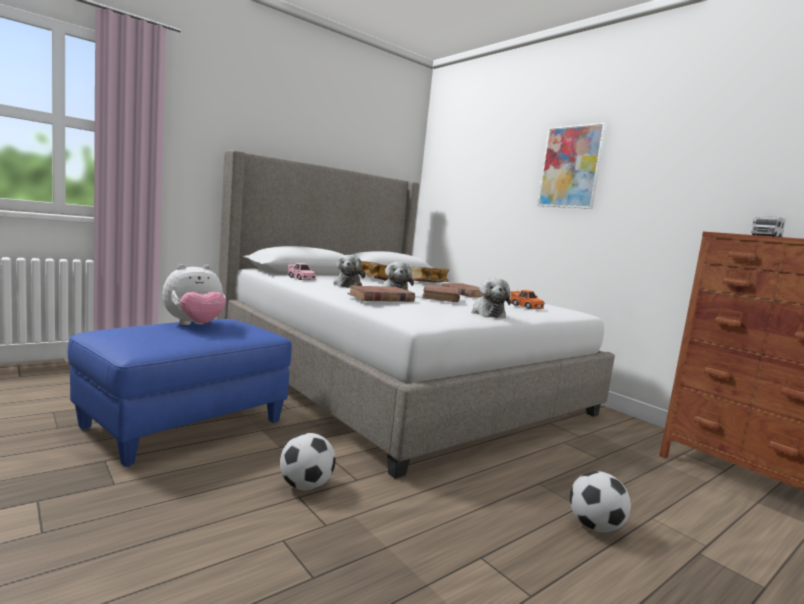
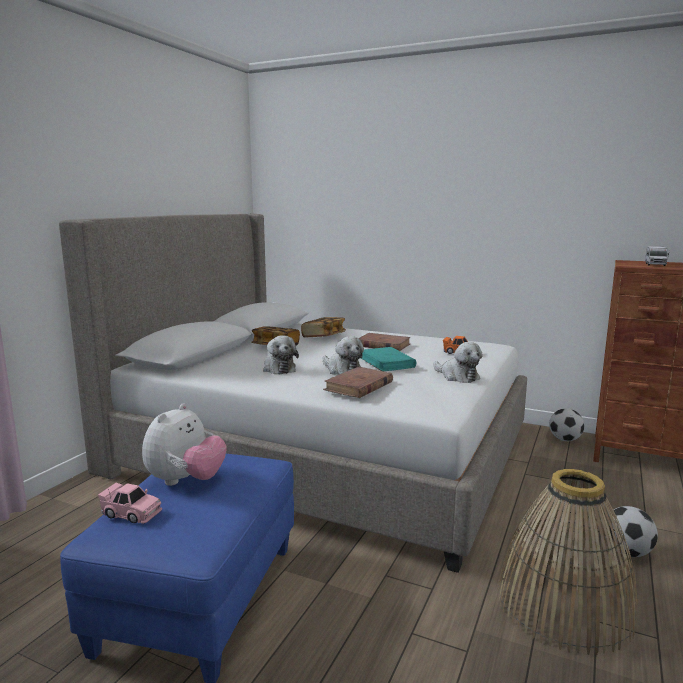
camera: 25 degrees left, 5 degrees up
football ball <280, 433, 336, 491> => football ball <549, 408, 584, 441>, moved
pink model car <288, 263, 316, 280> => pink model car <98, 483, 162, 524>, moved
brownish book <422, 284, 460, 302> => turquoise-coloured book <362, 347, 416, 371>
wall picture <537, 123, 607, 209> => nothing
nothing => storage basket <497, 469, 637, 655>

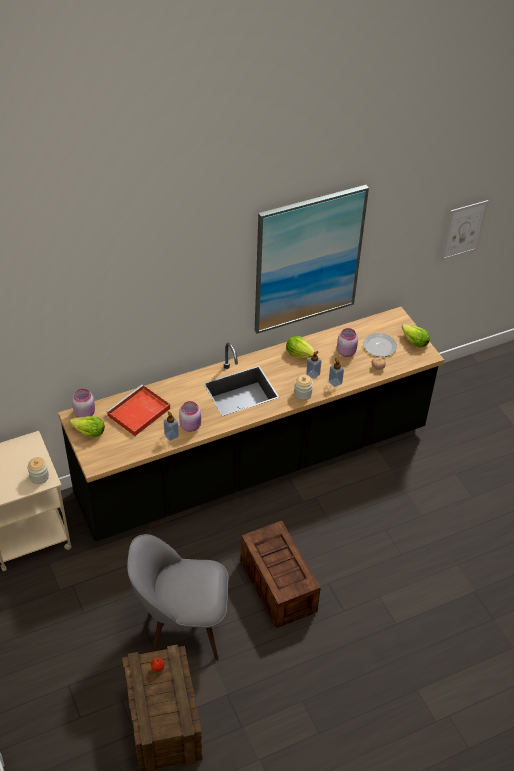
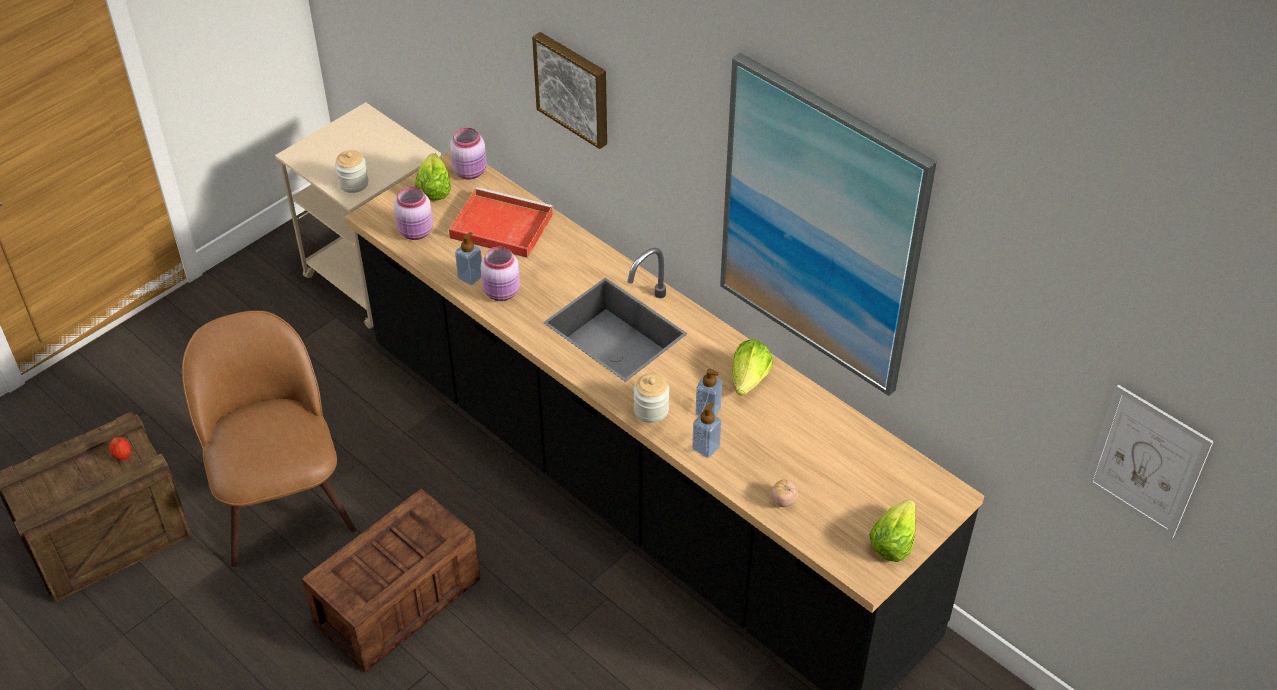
camera: 70 degrees right, 0 degrees up
gray chair <127, 534, 228, 661> => brownish chair <182, 311, 356, 567>
pink jar <337, 328, 358, 357> => pink jar <394, 187, 433, 240>, moved
plate <363, 333, 397, 357> => nothing
nothing => wall picture <532, 32, 607, 149>

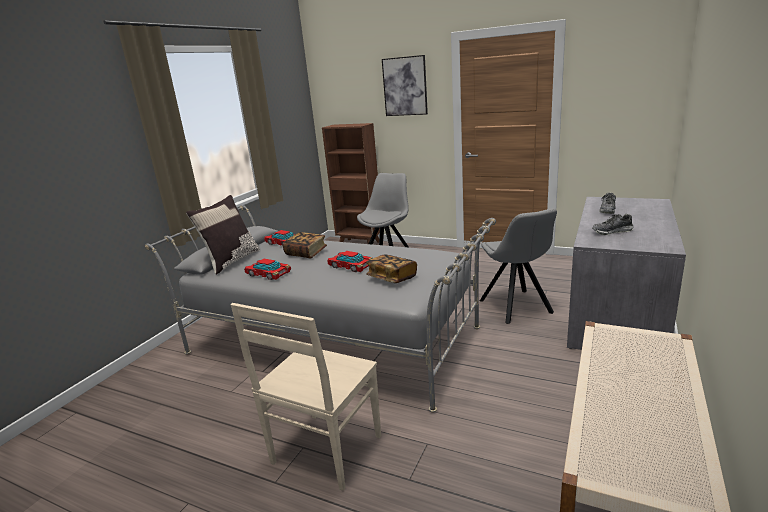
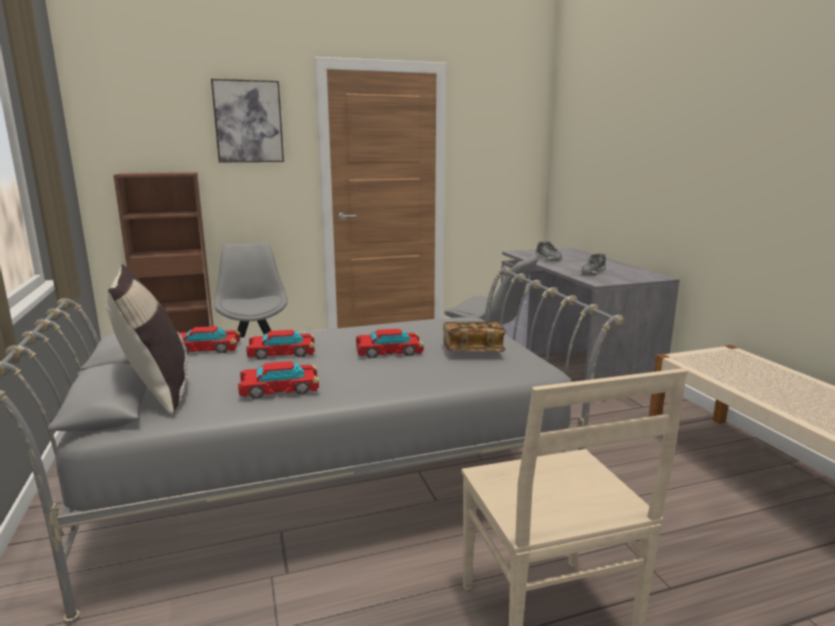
camera: 45 degrees left, 5 degrees down
book <283, 232, 327, 258> => model car <246, 330, 315, 360>

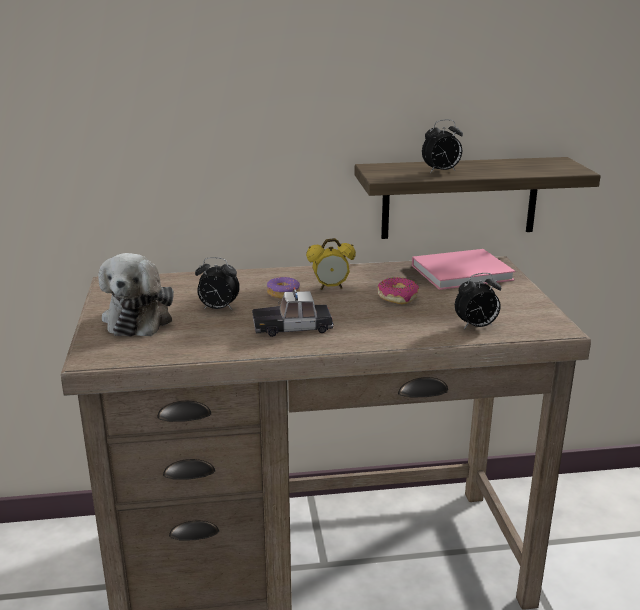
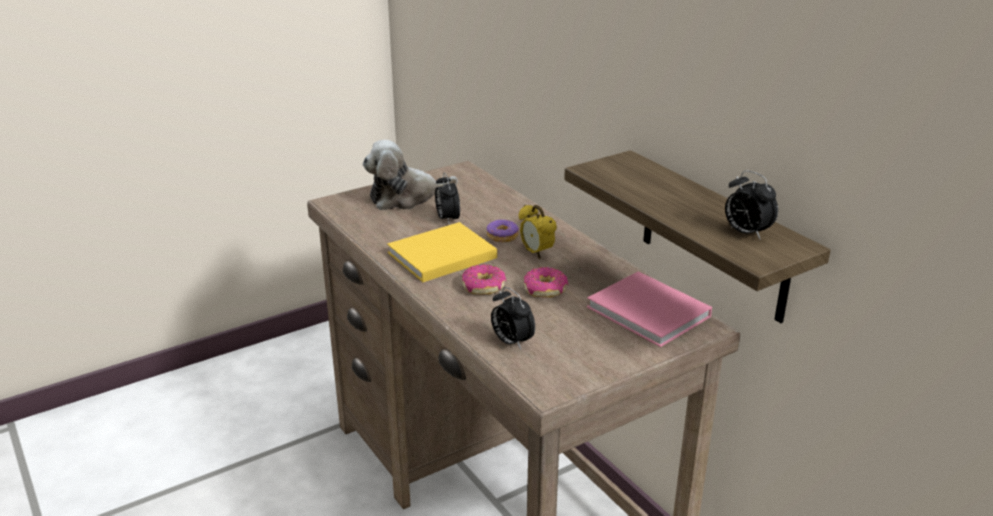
camera: 65 degrees right, 5 degrees up
model car <252, 287, 333, 337> => yellow book <387, 222, 497, 282>
table clock <422, 119, 463, 173> => table clock <725, 170, 778, 239>, moved
nothing => doughnut <462, 264, 506, 295>

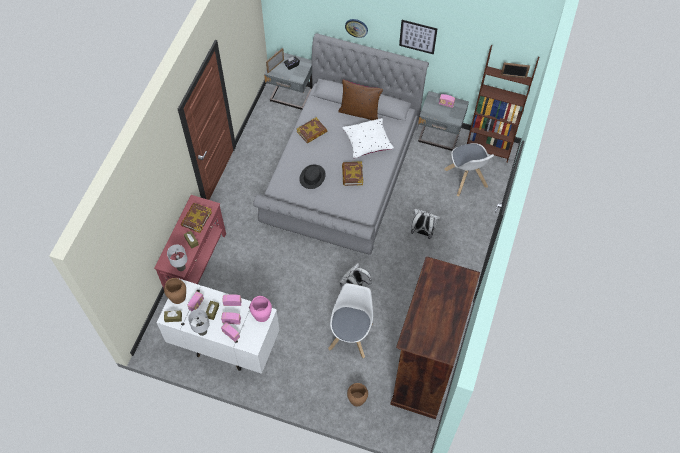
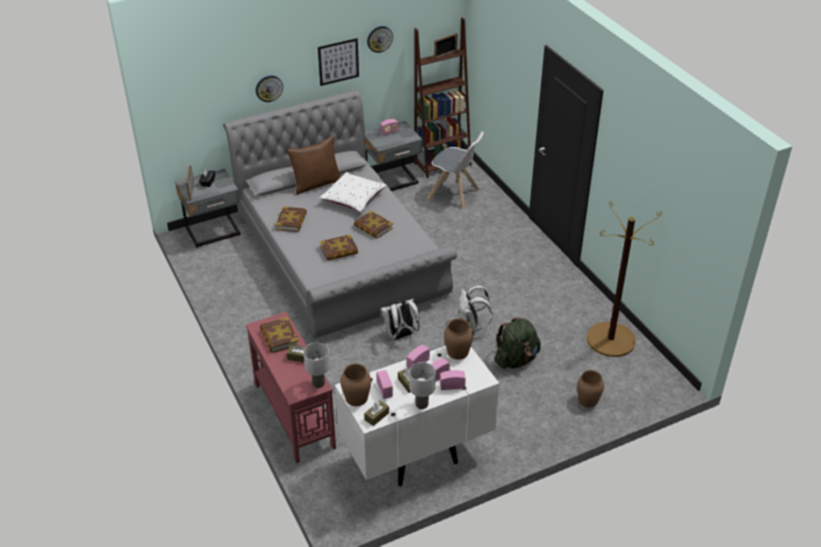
camera: 45 degrees left, 20 degrees down
pink decorative vase <250, 296, 272, 322> => brownish decorative vase <444, 318, 473, 360>
black-coloured hat <299, 164, 326, 189> => book <320, 234, 358, 260>
chair <328, 283, 373, 358> => greenish backpack <495, 317, 541, 369>
brownish clothes cupboard <390, 256, 480, 419> => brownish garment stand <587, 201, 662, 357>
whitish backpack <411, 209, 441, 239> => whitish backpack <380, 299, 420, 340>, moved
nothing => wall clock <367, 26, 393, 53>

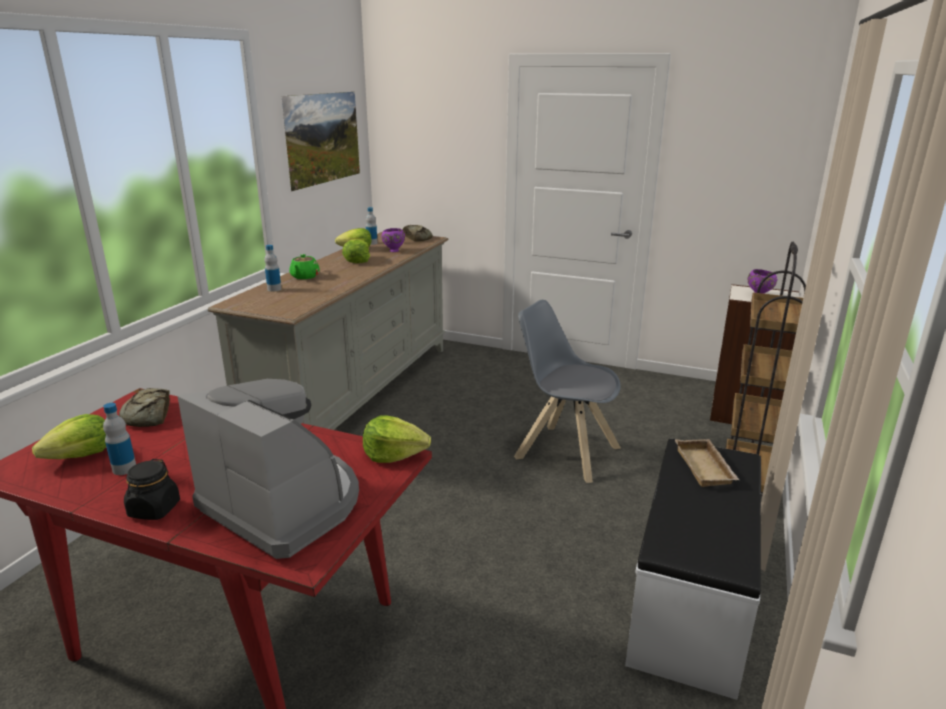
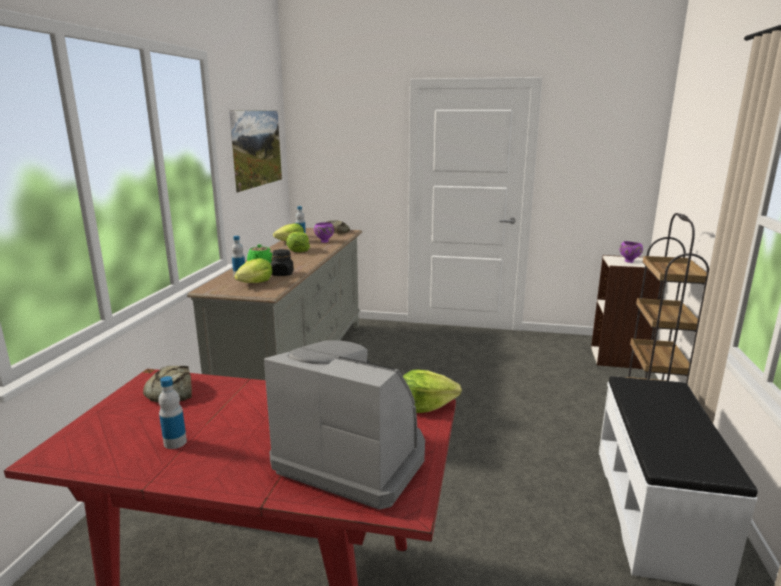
camera: 10 degrees left, 5 degrees down
head of lettuce <32, 414, 106, 459> => head of lettuce <234, 258, 272, 283>, moved
black-coloured jar <124, 459, 180, 520> => black-coloured jar <271, 249, 294, 276>, moved
gray chair <514, 300, 621, 483> => nothing
beige-coloured carrying tray <675, 439, 739, 487> => nothing

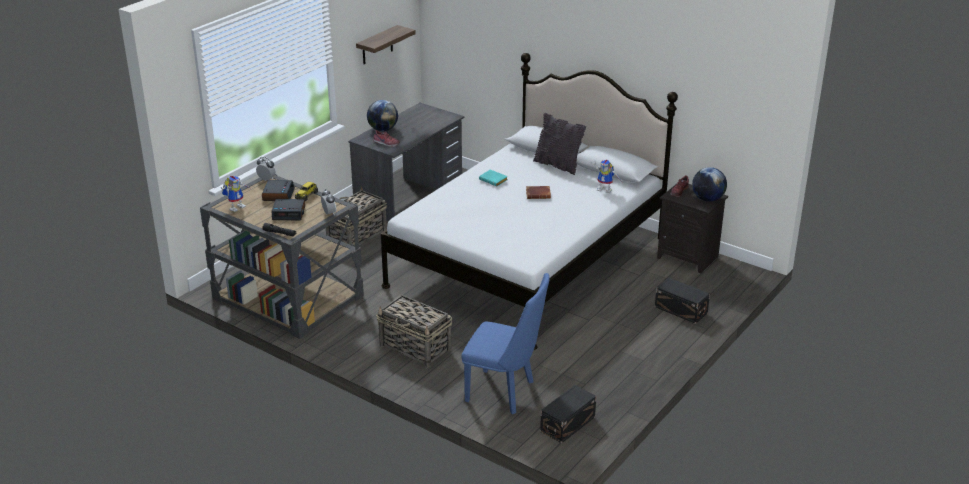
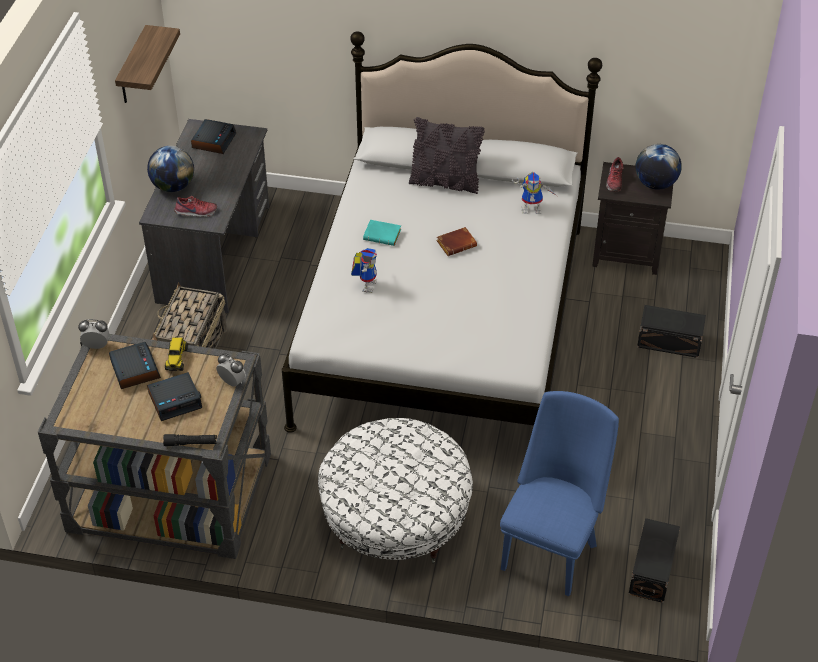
camera: 25 degrees left, 15 degrees up
model robot <221, 176, 250, 212> => model robot <351, 248, 377, 293>, moved
storage basket <376, 295, 452, 367> => whitish ottoman <318, 418, 473, 564>
blue chair <462, 273, 550, 414> => blue chair <500, 391, 619, 596>, 60 degrees counterclockwise
nothing => table clock <191, 119, 236, 154>

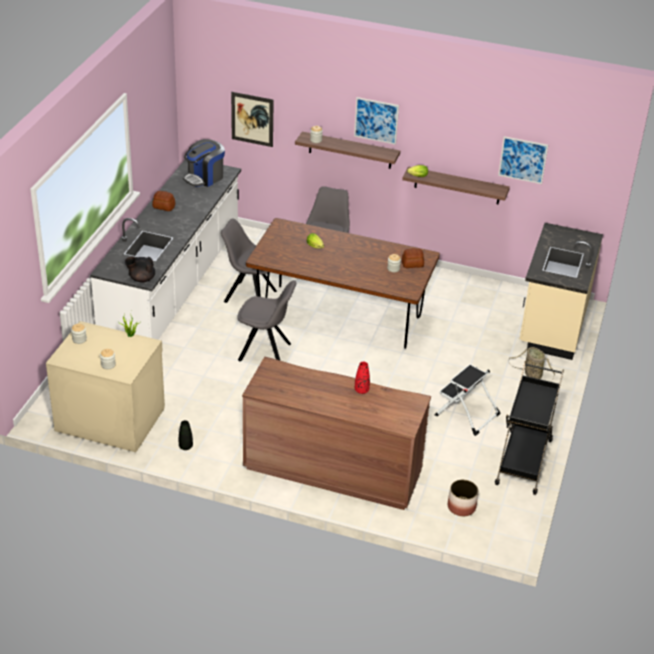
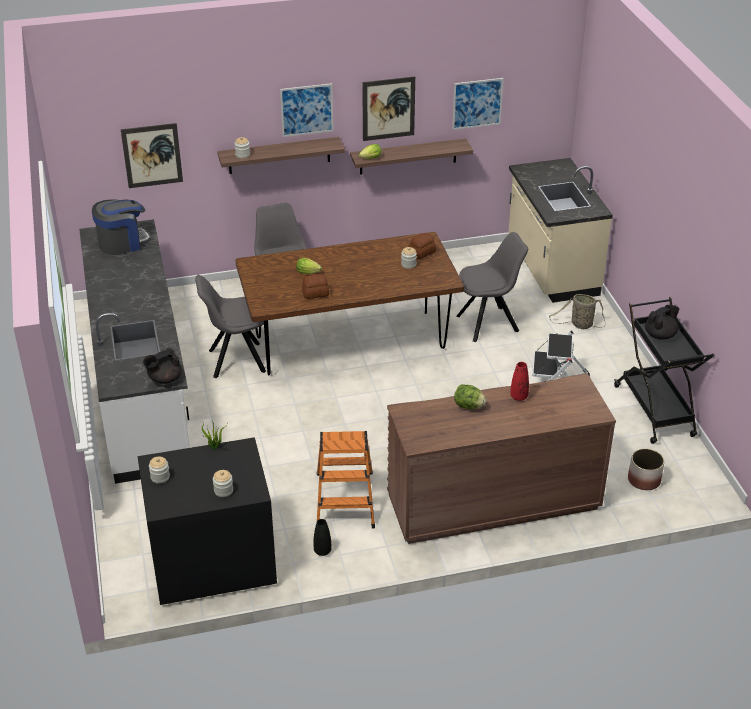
camera: 30 degrees left, 0 degrees up
beige-coloured laundry machine <46, 321, 165, 452> => black-coloured laundry machine <138, 438, 277, 605>
baked bread <152, 191, 175, 211> => baked bread <302, 274, 329, 299>, moved
coffee brewer <183, 139, 225, 187> => coffee brewer <92, 199, 151, 255>, 135 degrees counterclockwise
gray chair <237, 280, 296, 361> => gray chair <456, 232, 528, 342>, moved
nothing => orange step ladder <317, 431, 375, 529>
nothing => wall picture <362, 76, 415, 141>
nothing => head of lettuce <454, 384, 487, 409>
nothing => black-coloured tea pot <645, 305, 680, 340>

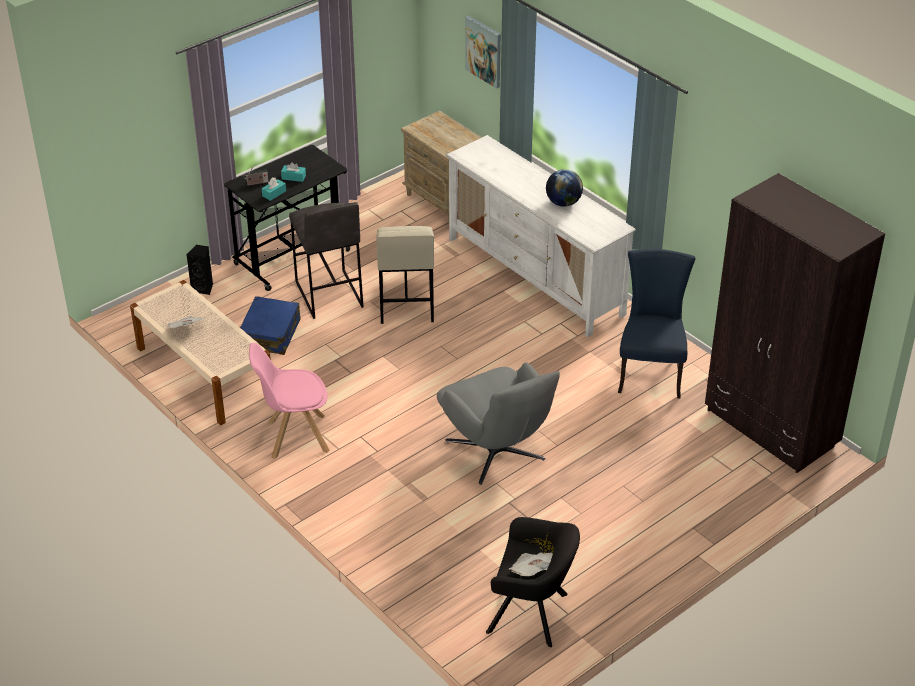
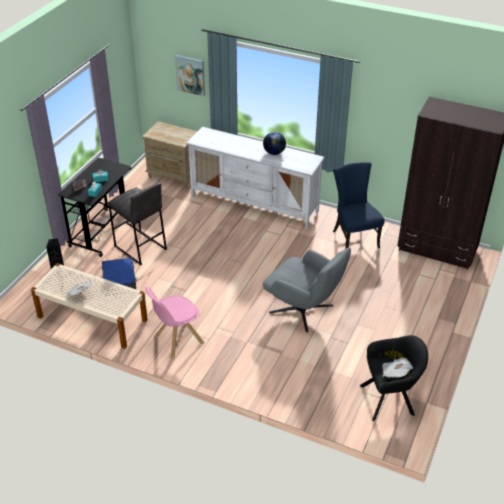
camera: 25 degrees left, 0 degrees up
beige-coloured chair <376, 226, 434, 324> => nothing

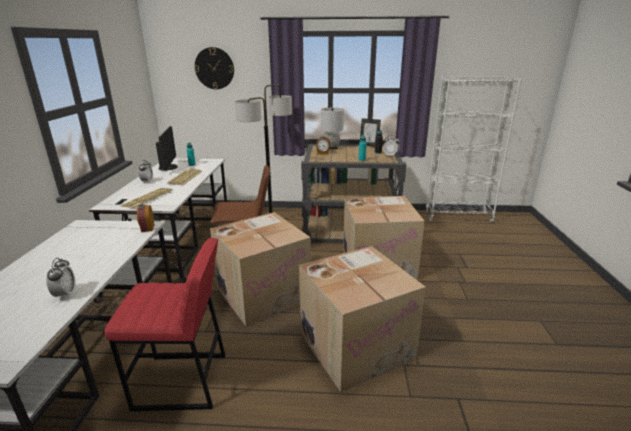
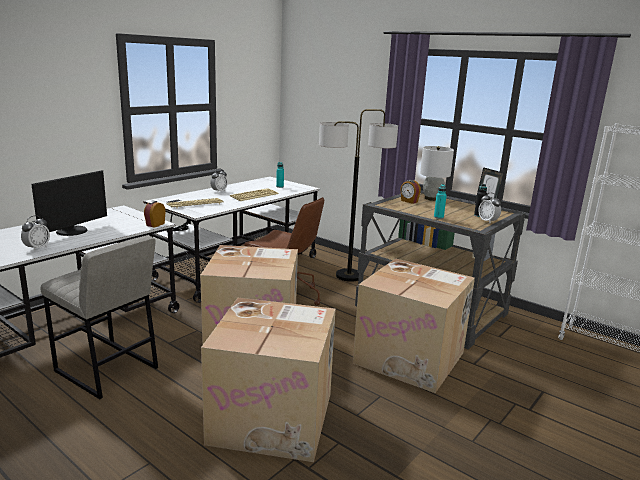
camera: 35 degrees right, 5 degrees down
red chair <105, 238, 225, 411> => gray chair <41, 235, 158, 399>
computer display <156, 126, 178, 171> => computer display <31, 170, 107, 236>, moved
wall clock <194, 47, 234, 89> => nothing

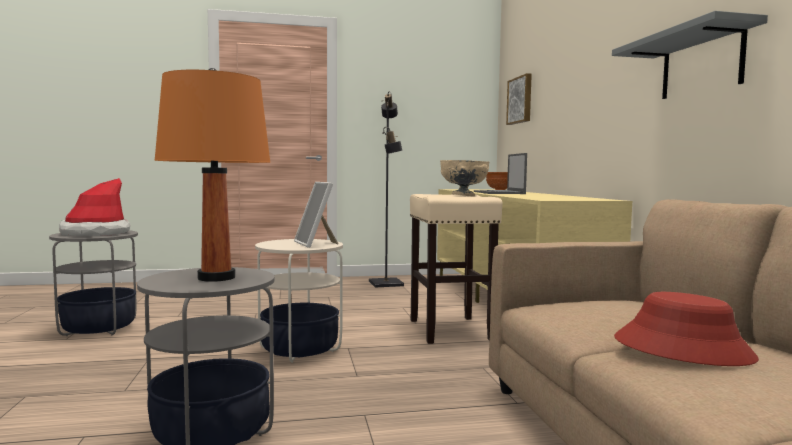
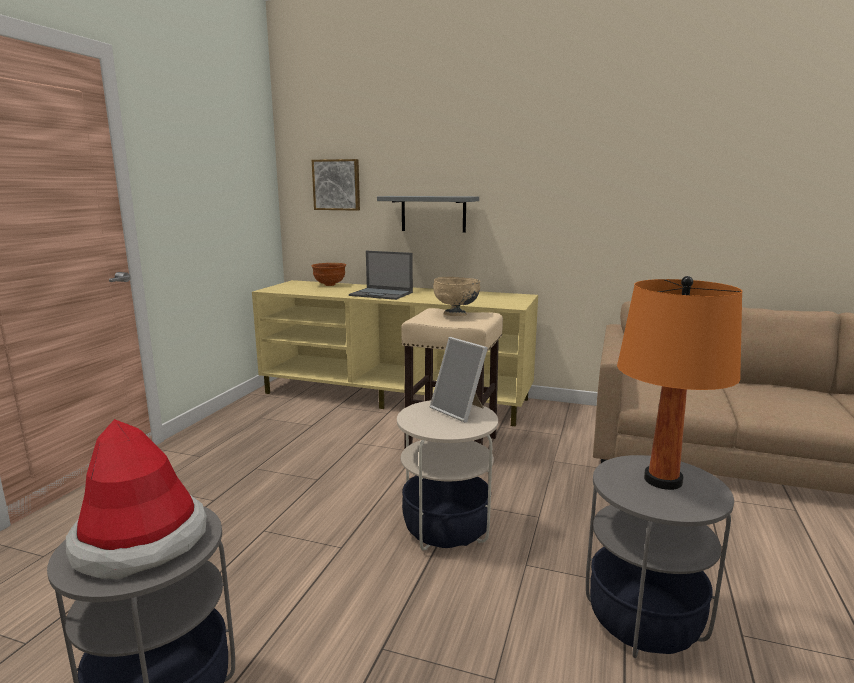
camera: 60 degrees left, 10 degrees up
photo frame <294, 182, 338, 248> => photo frame <430, 337, 488, 423>, 45 degrees clockwise
black-coloured standard lamp <369, 91, 404, 288> => nothing
gray shelf <612, 11, 768, 99> => gray shelf <377, 196, 479, 233>, moved
red hat <614, 292, 759, 366> => nothing

